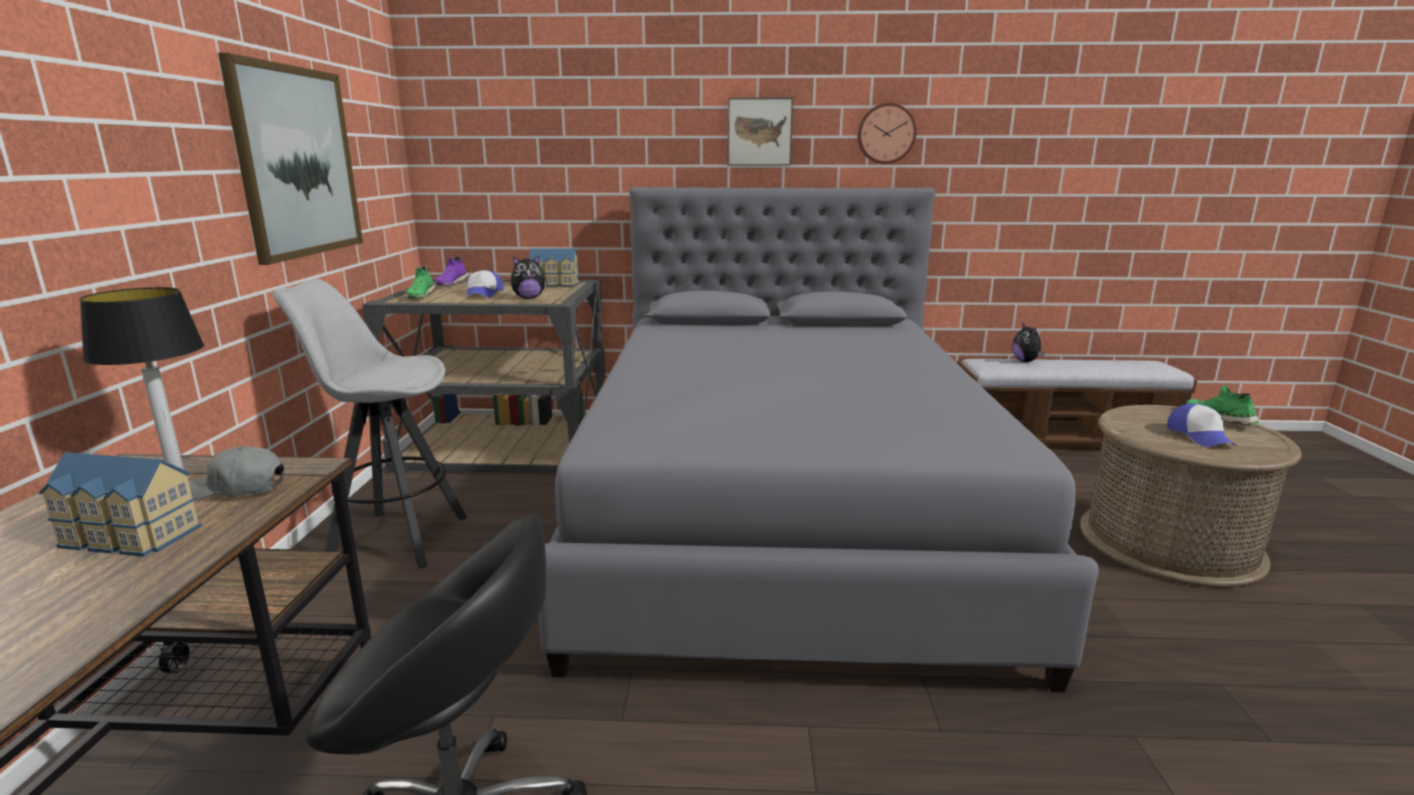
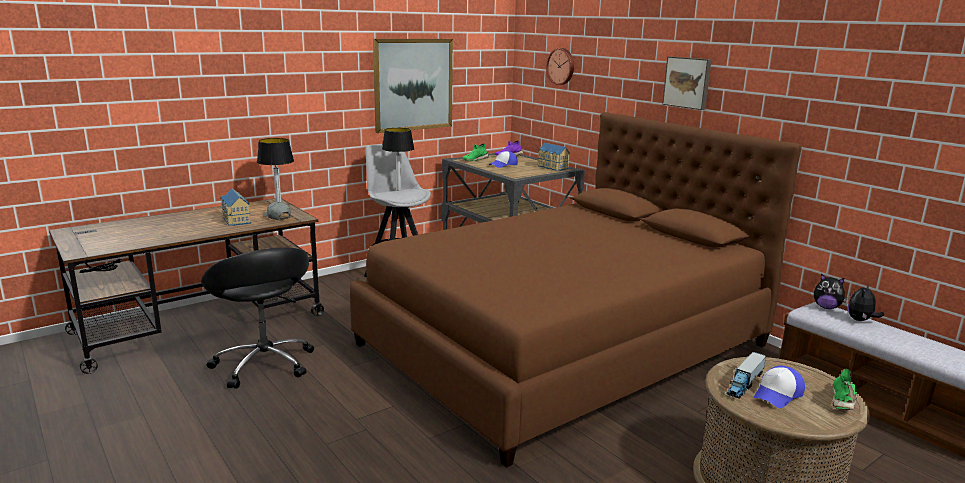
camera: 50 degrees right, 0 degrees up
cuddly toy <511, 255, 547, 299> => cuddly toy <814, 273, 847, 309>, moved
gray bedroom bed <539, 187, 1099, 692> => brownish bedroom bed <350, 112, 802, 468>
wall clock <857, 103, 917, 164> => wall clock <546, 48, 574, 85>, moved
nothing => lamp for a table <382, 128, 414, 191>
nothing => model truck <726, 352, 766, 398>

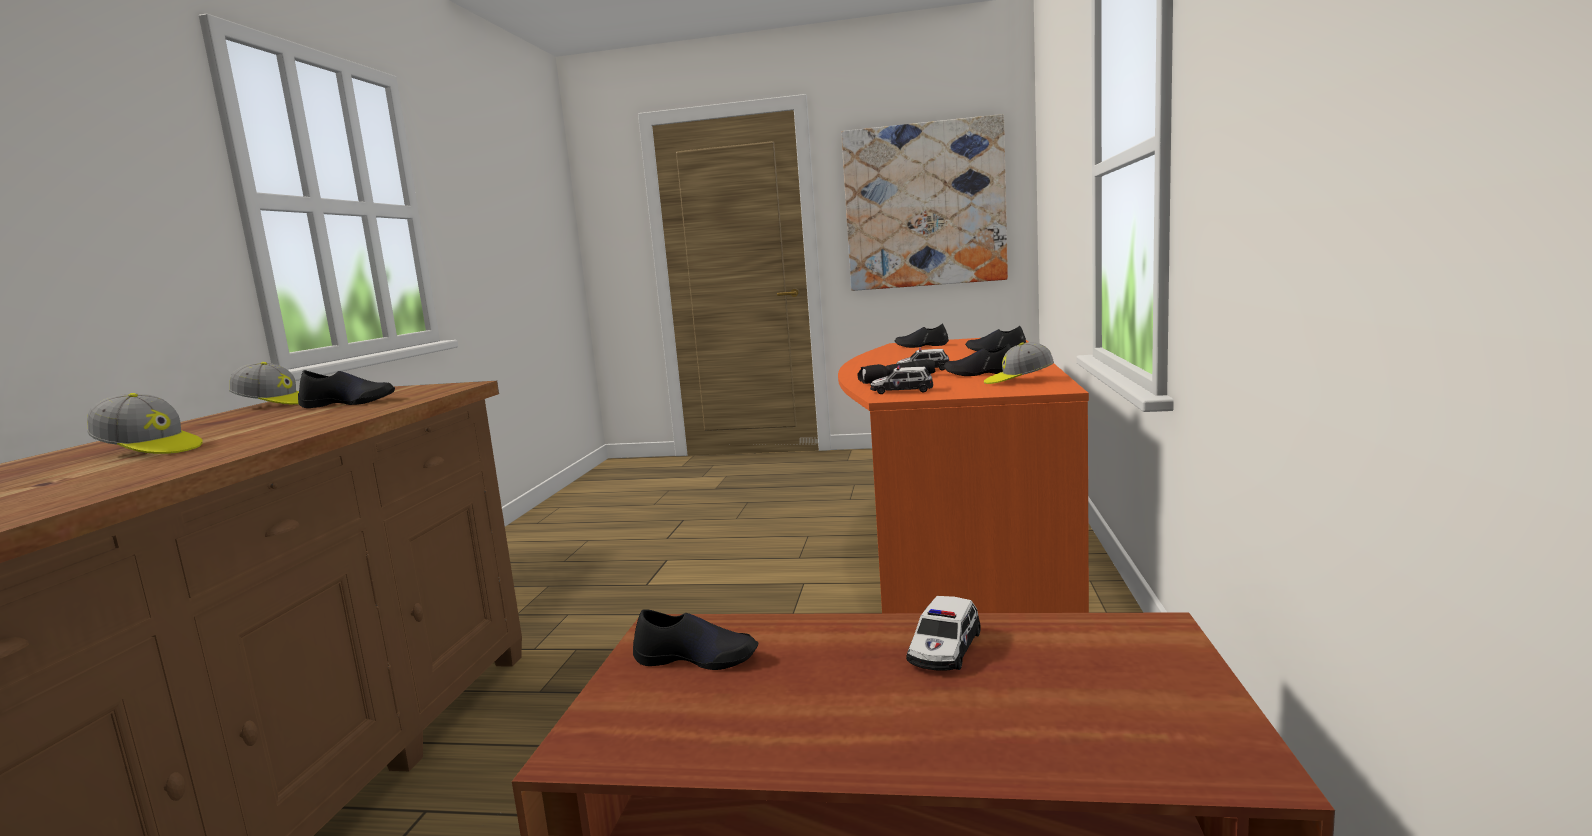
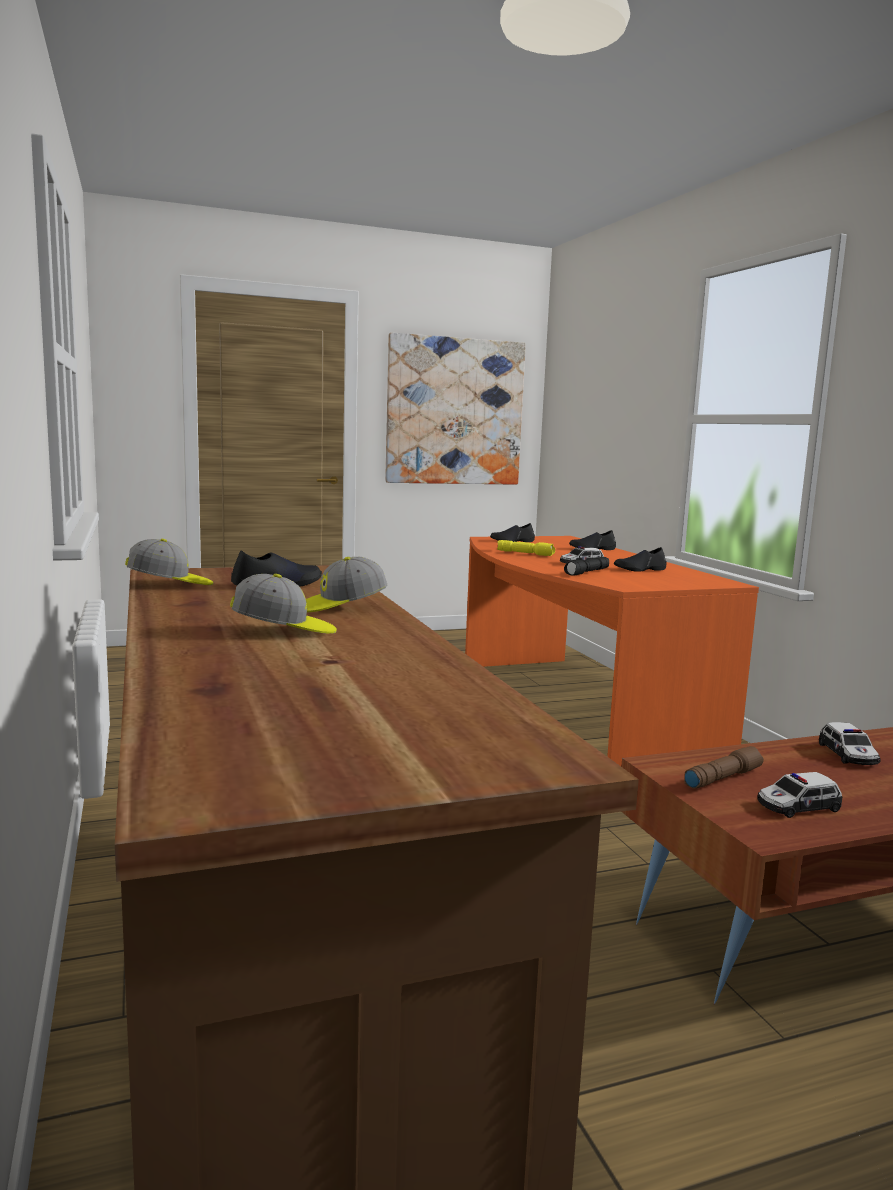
camera: 30 degrees left, 0 degrees up
black-coloured item of footwear <633, 609, 758, 670> => brownish torch <684, 746, 764, 789>
model car <870, 365, 933, 394> => model car <757, 772, 842, 818>, moved
baseball cap <984, 342, 1054, 384> => baseball cap <306, 557, 387, 612>, moved
nothing => yellow torch <497, 540, 555, 556>

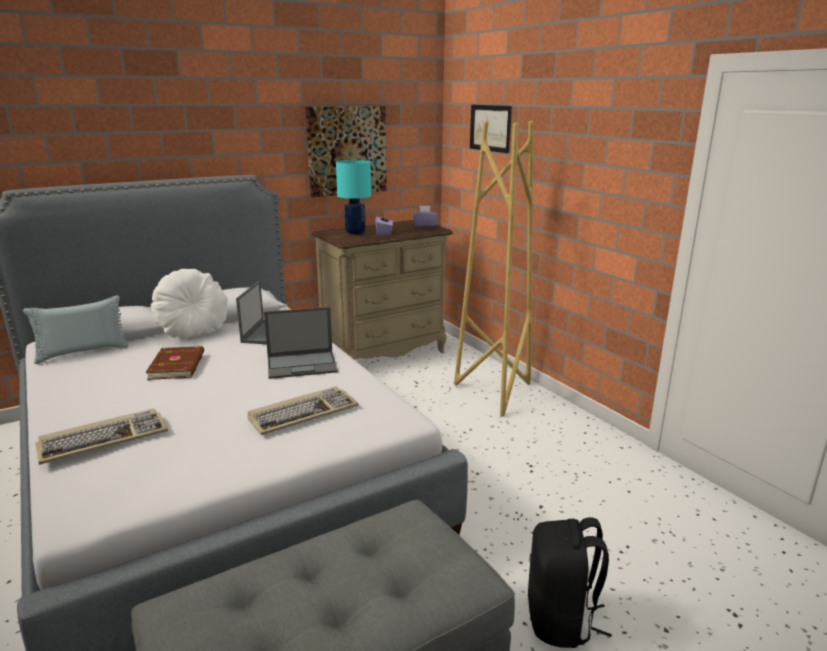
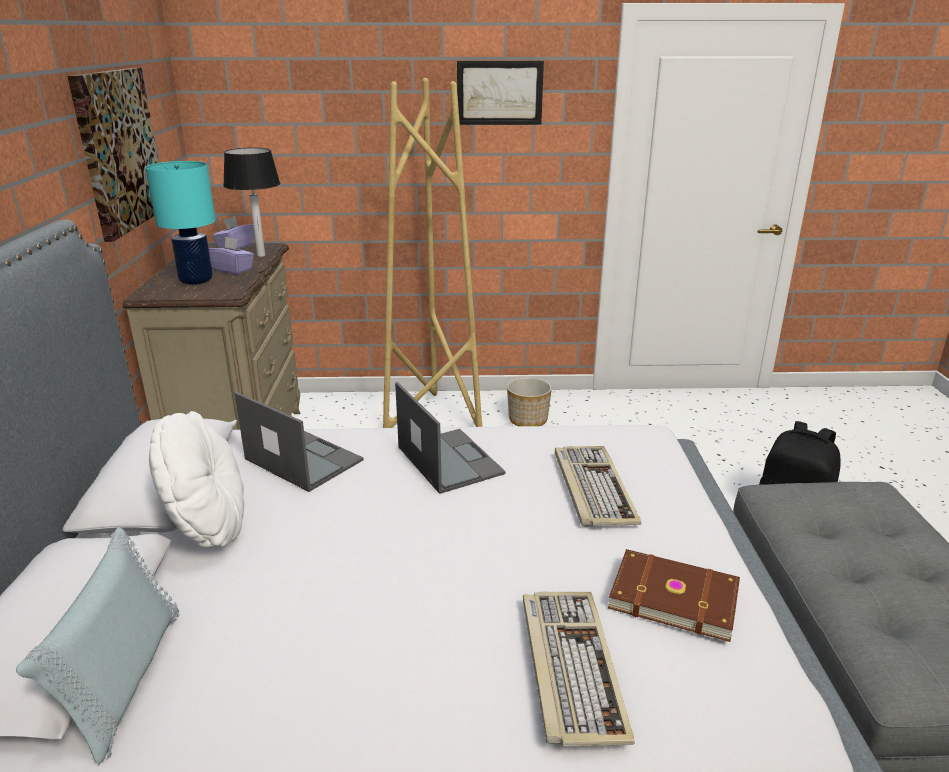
camera: 60 degrees left, 5 degrees up
brownish book <145, 346, 204, 380> => brownish book <608, 549, 740, 642>, moved
laptop <264, 307, 338, 379> => laptop <395, 382, 506, 494>, 45 degrees counterclockwise
wall picture <470, 105, 512, 153> => wall picture <457, 61, 544, 125>, moved
nothing => lamp for a table <223, 148, 280, 257>
nothing => flower pot <507, 377, 552, 426>

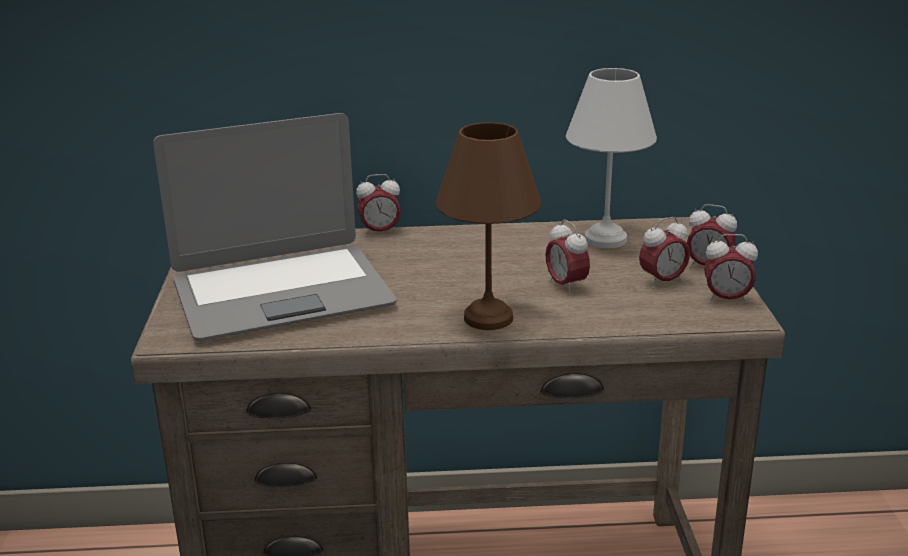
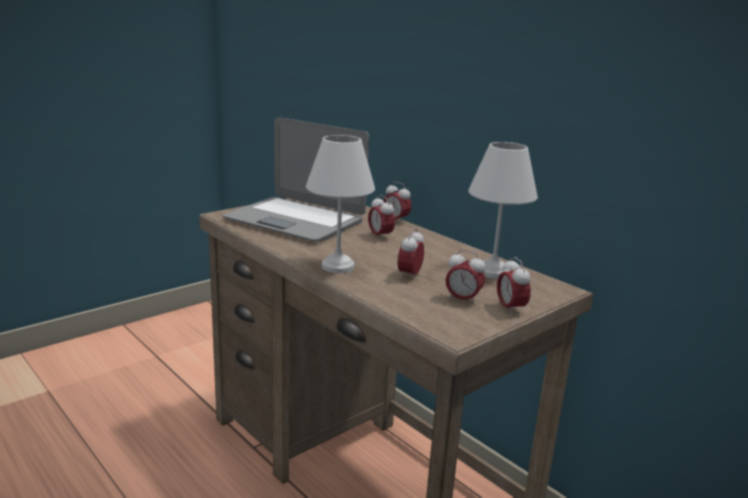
camera: 50 degrees right, 5 degrees down
brownish lamp for a table <436, 122, 541, 330> => whitish lamp for a table <306, 135, 375, 273>
table clock <704, 234, 758, 304> => table clock <368, 195, 395, 241>, moved

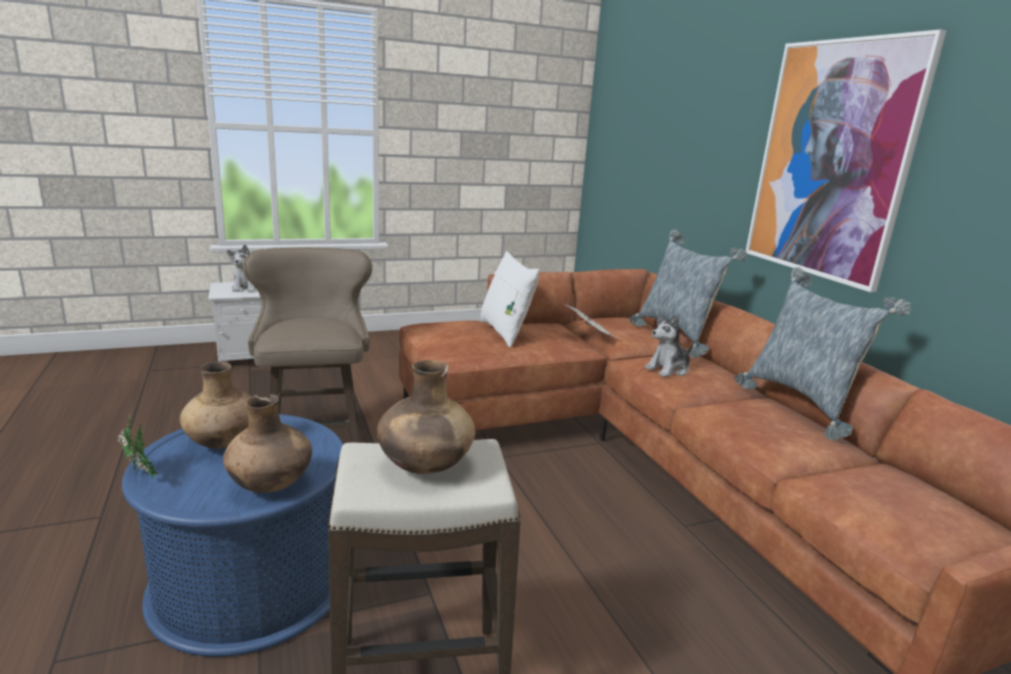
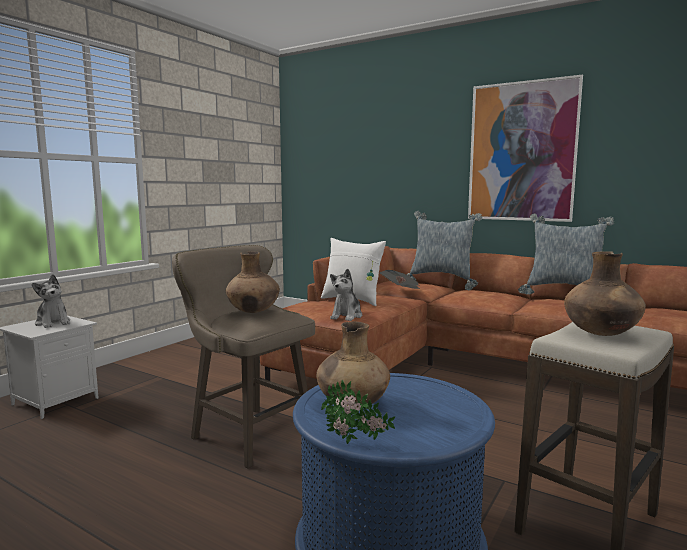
camera: 35 degrees left, 10 degrees down
brownish decorative vase <223, 394, 312, 493> => brownish decorative vase <226, 251, 280, 313>, moved
cuddly toy <645, 315, 693, 377> => cuddly toy <330, 269, 362, 321>, moved

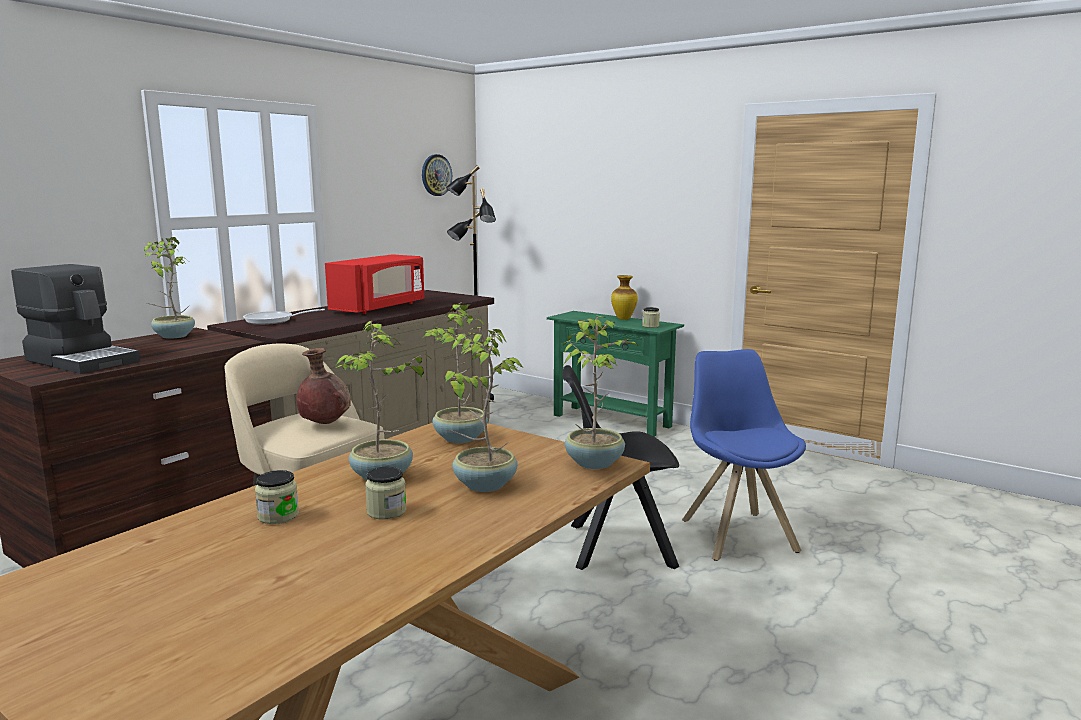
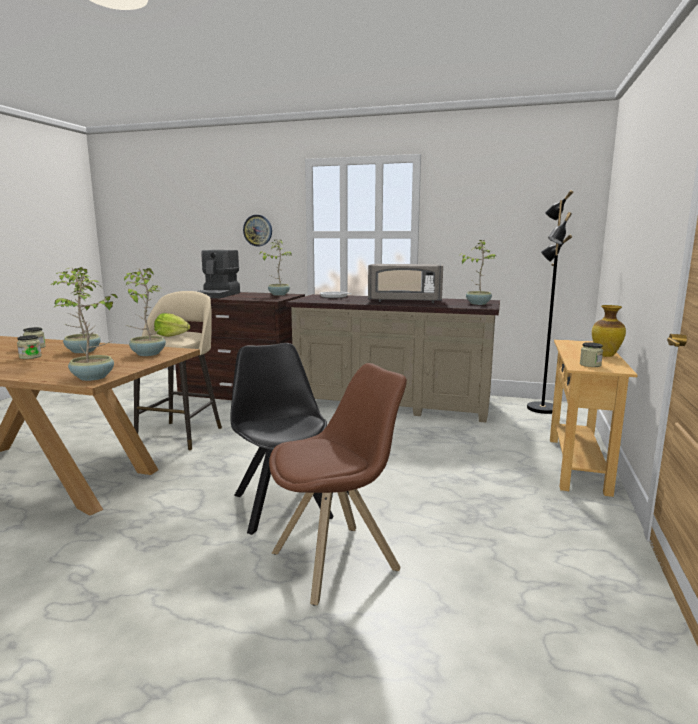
camera: 70 degrees right, 0 degrees up
brownish decorative vase <297, 348, 351, 424> => head of lettuce <154, 313, 190, 337>
red kitchen microwave <325, 254, 424, 314> => gray kitchen microwave <368, 264, 443, 303>
wall clock <422, 154, 452, 196> => wall clock <243, 215, 272, 246>, moved
houseplant <445, 327, 522, 492> => houseplant <459, 240, 498, 305>, moved
greenish hall table <547, 311, 684, 437> => beige-coloured hall table <550, 339, 637, 497>
blue chair <682, 349, 806, 561> => brownish chair <269, 363, 407, 605>

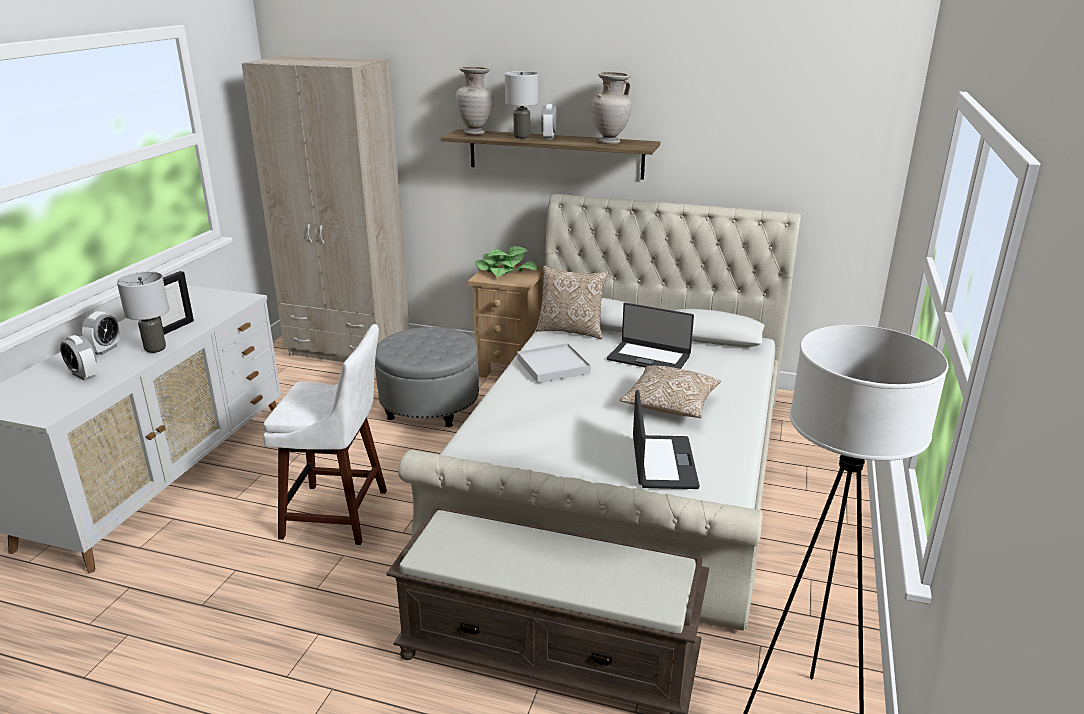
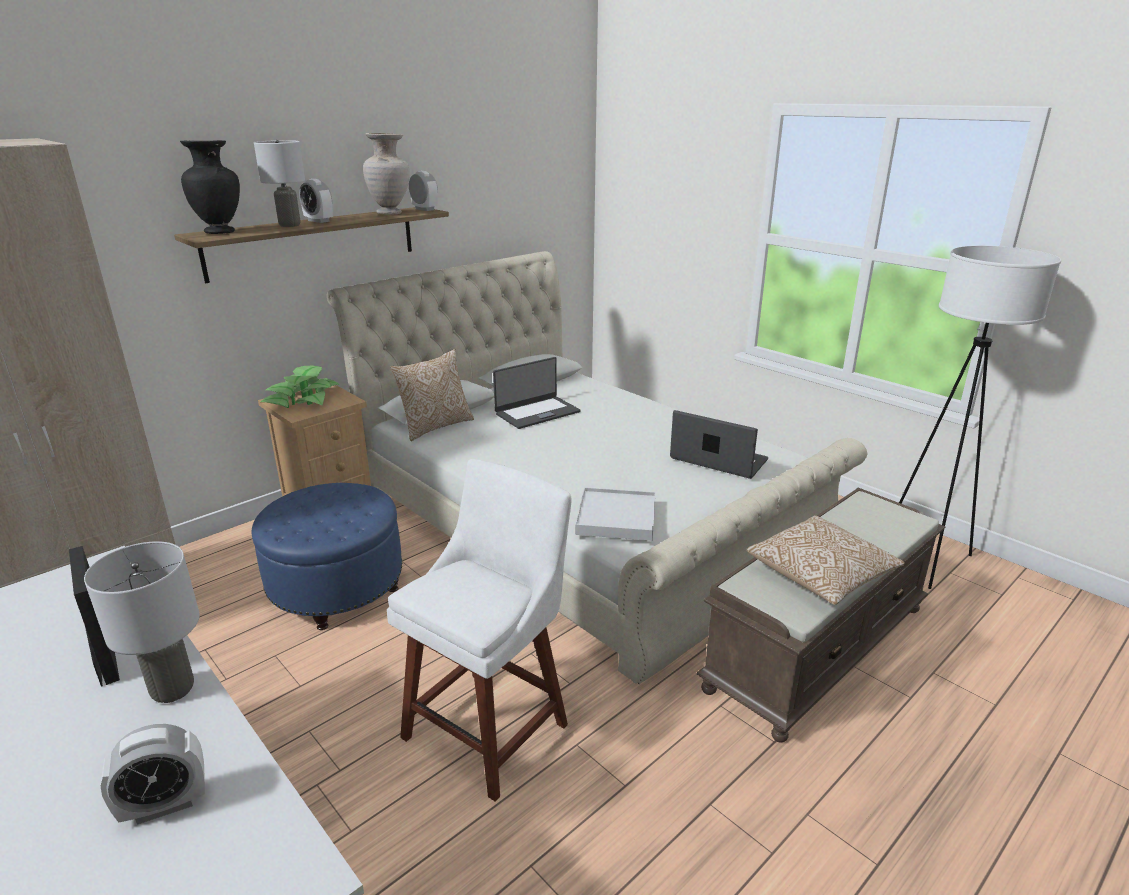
camera: 60 degrees left, 0 degrees up
table clock <82, 311, 120, 355> => table clock <409, 171, 438, 211>, moved
gray ottoman <375, 327, 479, 427> => blue ottoman <252, 483, 402, 630>
beige-coloured decorative vase <455, 67, 493, 135> => black-coloured decorative vase <180, 140, 240, 234>
whitish carrying tray <517, 343, 591, 383> => whitish carrying tray <575, 487, 656, 541>, moved
pillow <620, 366, 721, 418> => pillow <747, 516, 905, 605>, moved

